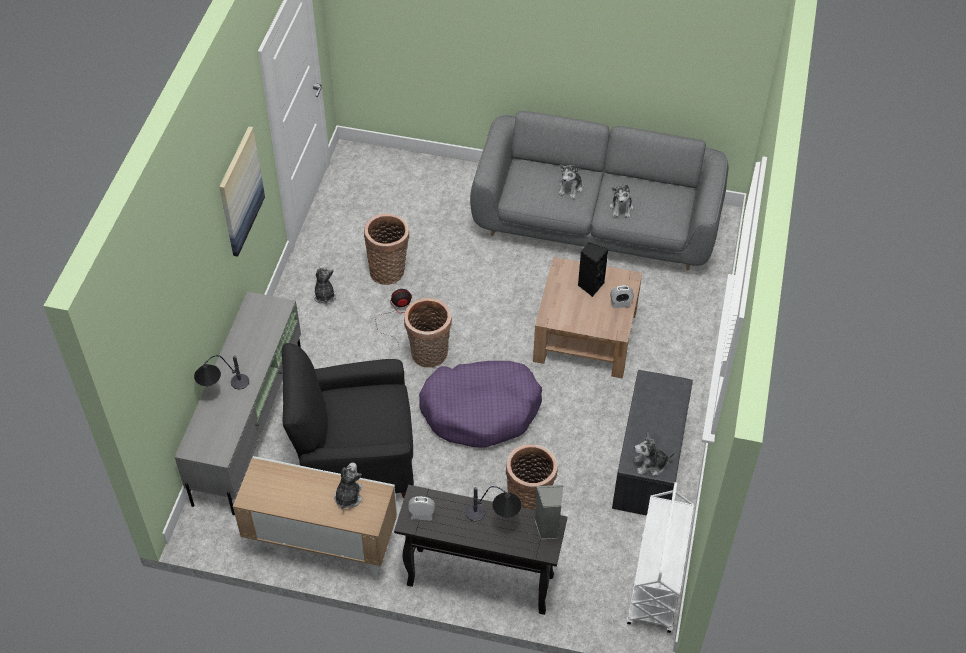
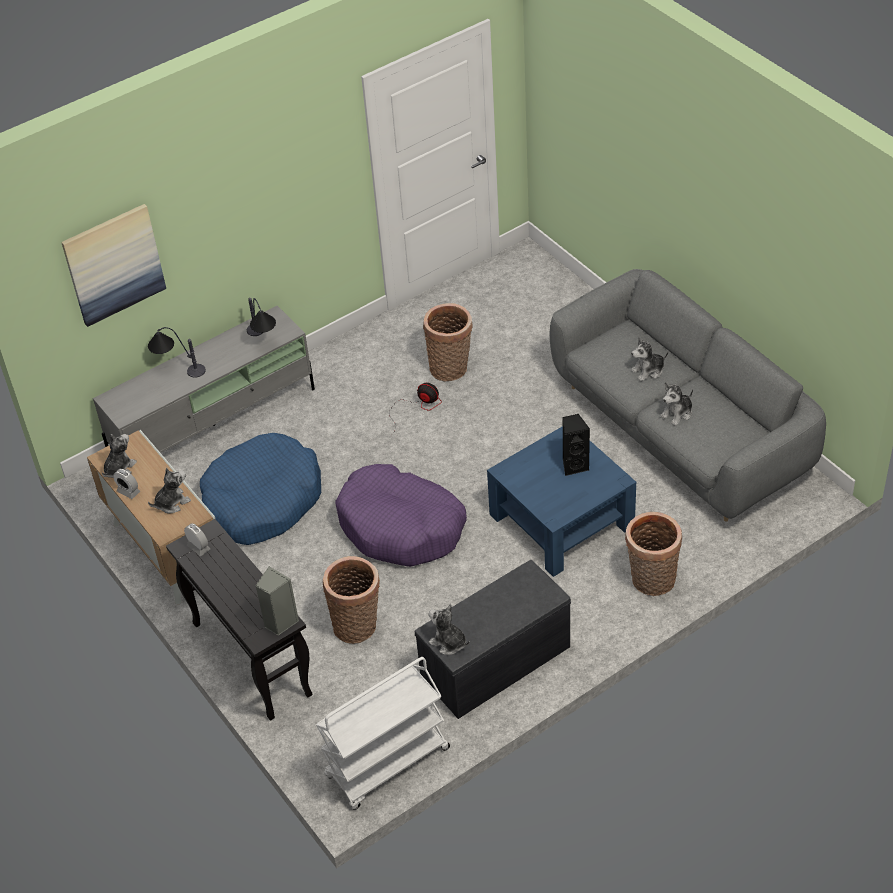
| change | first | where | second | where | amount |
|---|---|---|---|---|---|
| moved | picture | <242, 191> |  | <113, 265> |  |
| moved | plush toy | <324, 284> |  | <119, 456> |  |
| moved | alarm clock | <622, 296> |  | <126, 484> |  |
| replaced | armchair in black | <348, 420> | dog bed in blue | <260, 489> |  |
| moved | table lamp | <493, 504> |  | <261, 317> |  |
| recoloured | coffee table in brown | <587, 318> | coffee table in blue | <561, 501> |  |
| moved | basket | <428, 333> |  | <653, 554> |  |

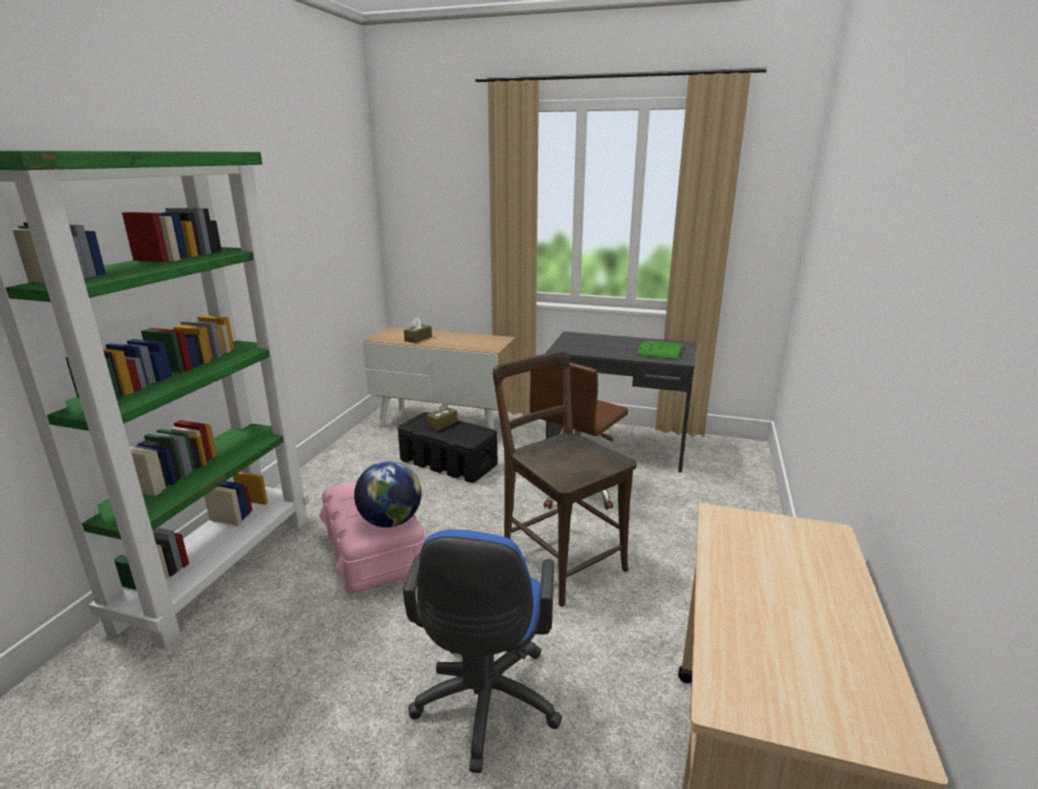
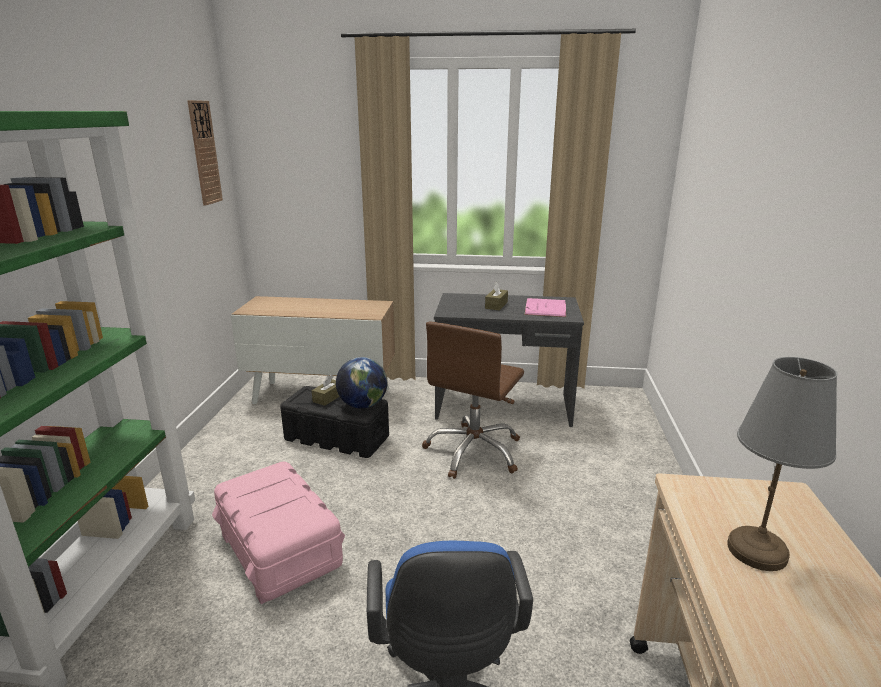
| change | first | where | second | where | amount |
|---|---|---|---|---|---|
| added |  |  | wall clock | <205, 152> |  |
| moved | globe | <388, 494> |  | <362, 383> |  |
| moved | tissue box in brown | <418, 330> |  | <496, 296> |  |
| recoloured | book in green | <660, 350> | book in pink | <545, 307> |  |
| added |  |  | table lamp in grey | <782, 464> |  |
| removed | chair in brown | <565, 478> |  |  |  |

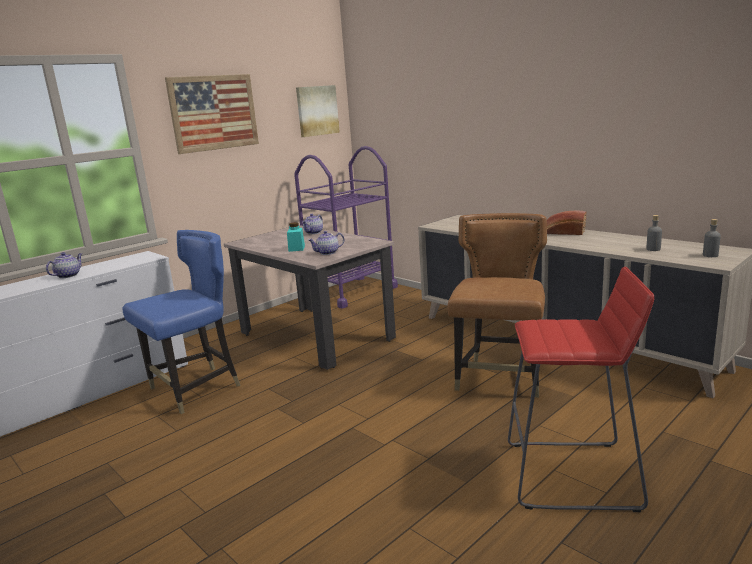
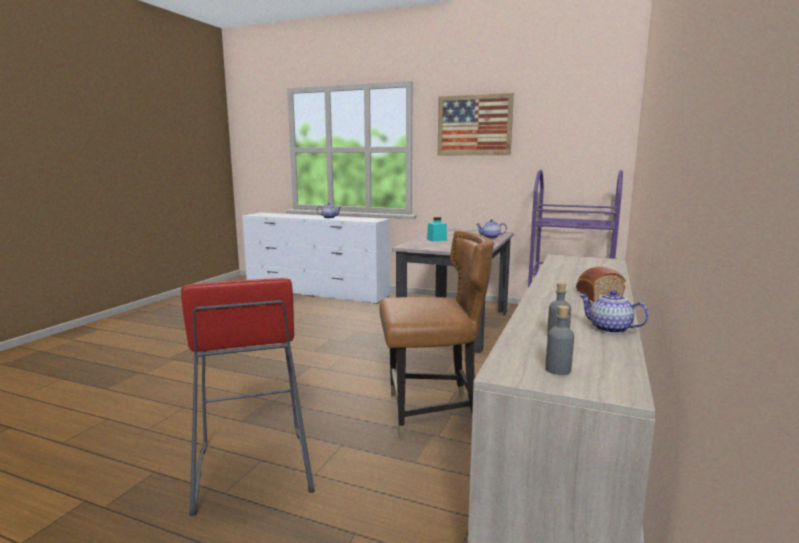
| change | first | where | second | where | amount |
|---|---|---|---|---|---|
| moved | teapot | <326, 243> |  | <614, 312> |  |
| removed | chair in blue | <181, 322> |  |  |  |
| removed | picture | <318, 111> |  |  |  |

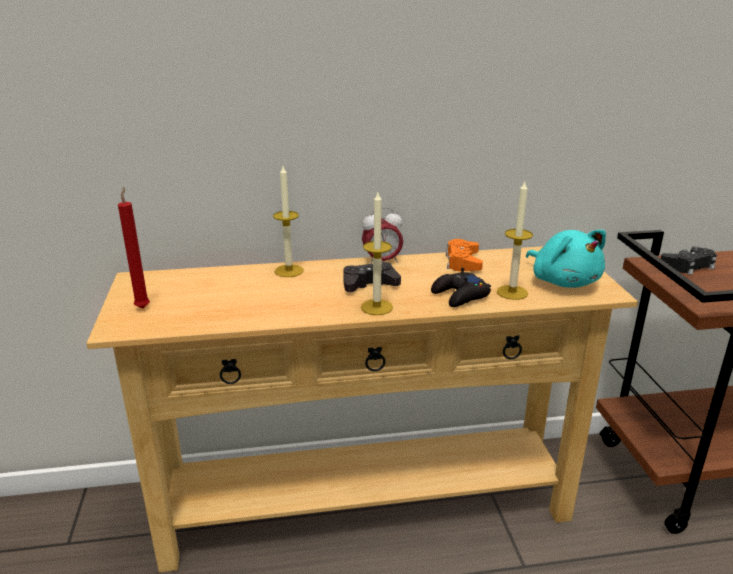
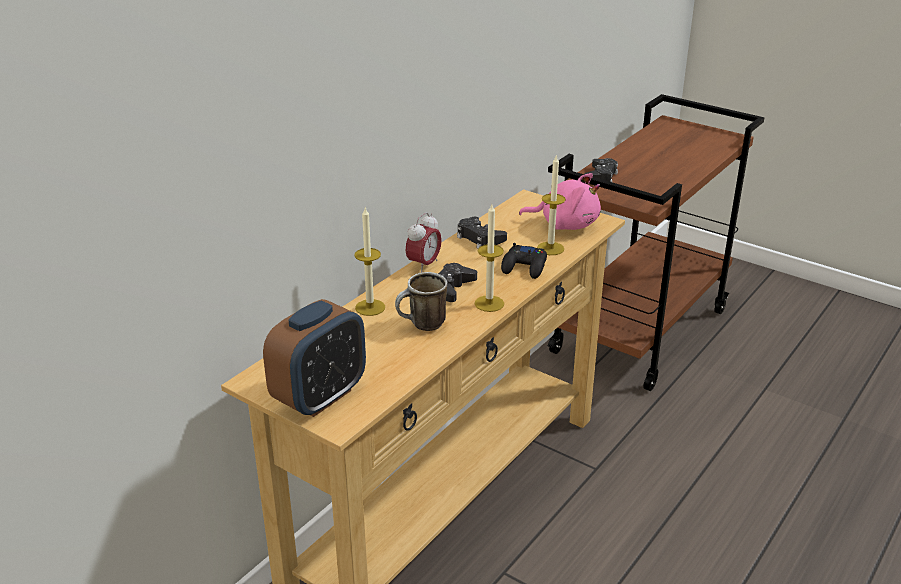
| change | first | where | second | where | amount |
|---|---|---|---|---|---|
| replaced | candle in red | <134, 247> | alarm clock | <314, 358> |  |
| added |  |  | mug | <421, 301> |  |
| recoloured | game controller in orange | <464, 255> | game controller in black | <482, 232> |  |
| recoloured | plush toy in turquoise | <566, 259> | plush toy in pink | <560, 201> |  |

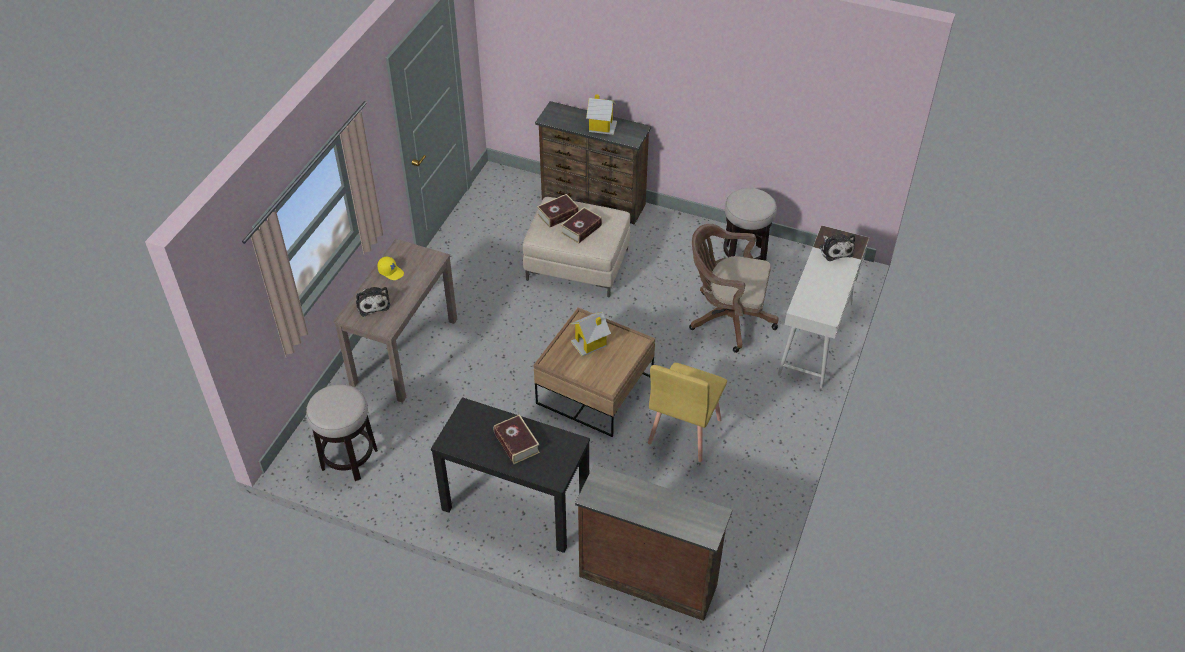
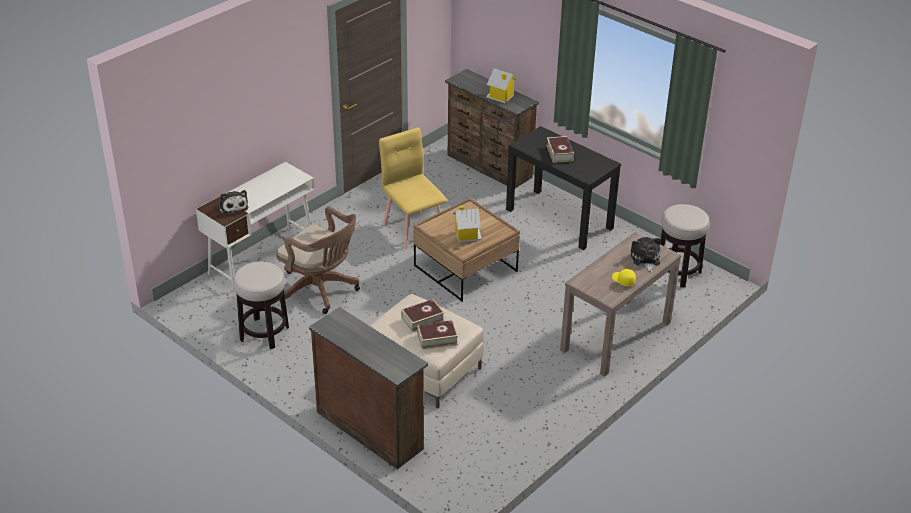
| change | first | where | second | where | amount |
|---|---|---|---|---|---|
| turned | plush toy | <837, 247> |  | <233, 203> | 150 degrees clockwise |
| turned | chair in yellow | <687, 412> |  | <413, 187> | 75 degrees counterclockwise |
| moved | toy house | <601, 114> |  | <502, 85> |  |

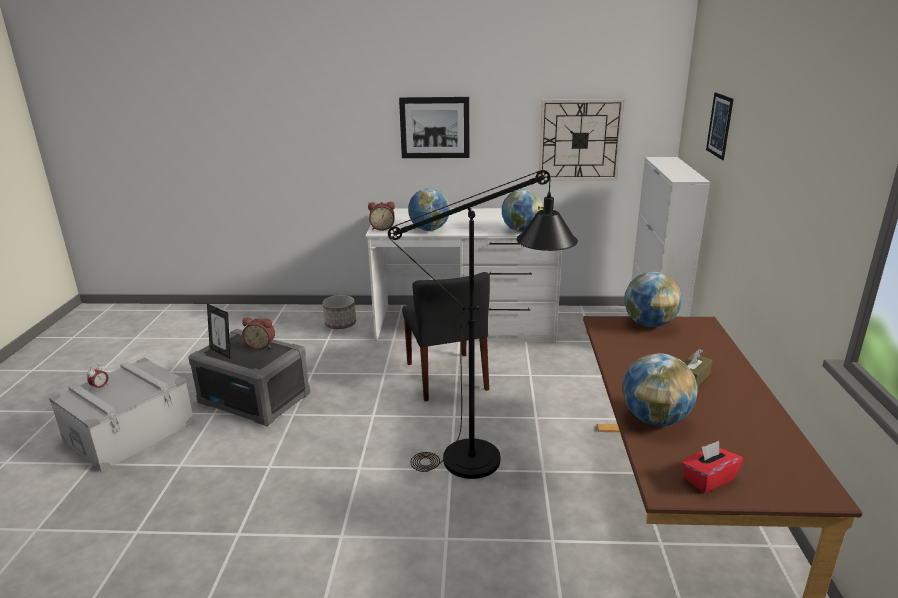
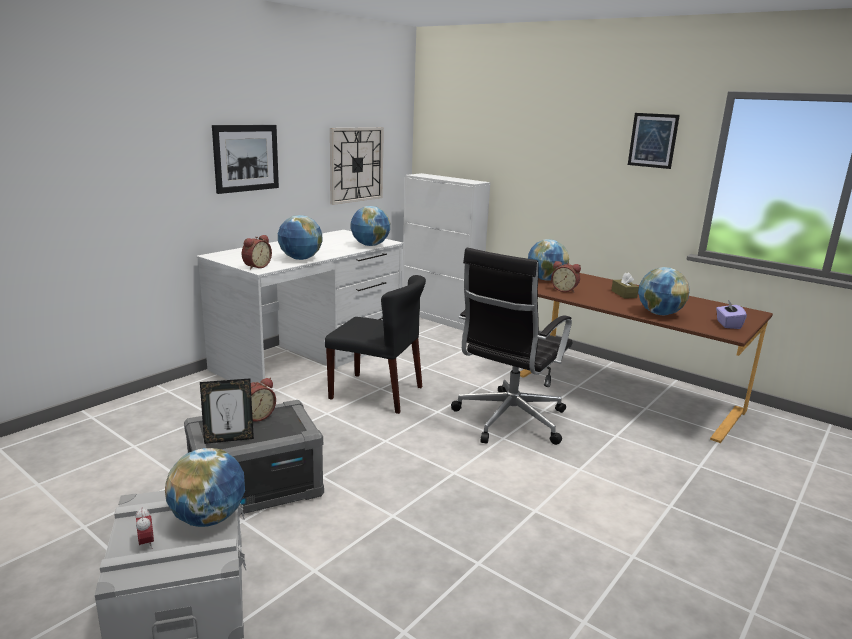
| change | first | where | second | where | amount |
|---|---|---|---|---|---|
| added |  |  | globe | <205, 487> |  |
| replaced | floor lamp in black | <483, 324> | office chair in black | <511, 346> |  |
| added |  |  | alarm clock | <566, 277> |  |
| moved | picture | <720, 126> |  | <654, 141> |  |
| recoloured | tissue box in red | <712, 467> | tissue box in purple | <731, 314> |  |
| removed | planter | <339, 312> |  |  |  |

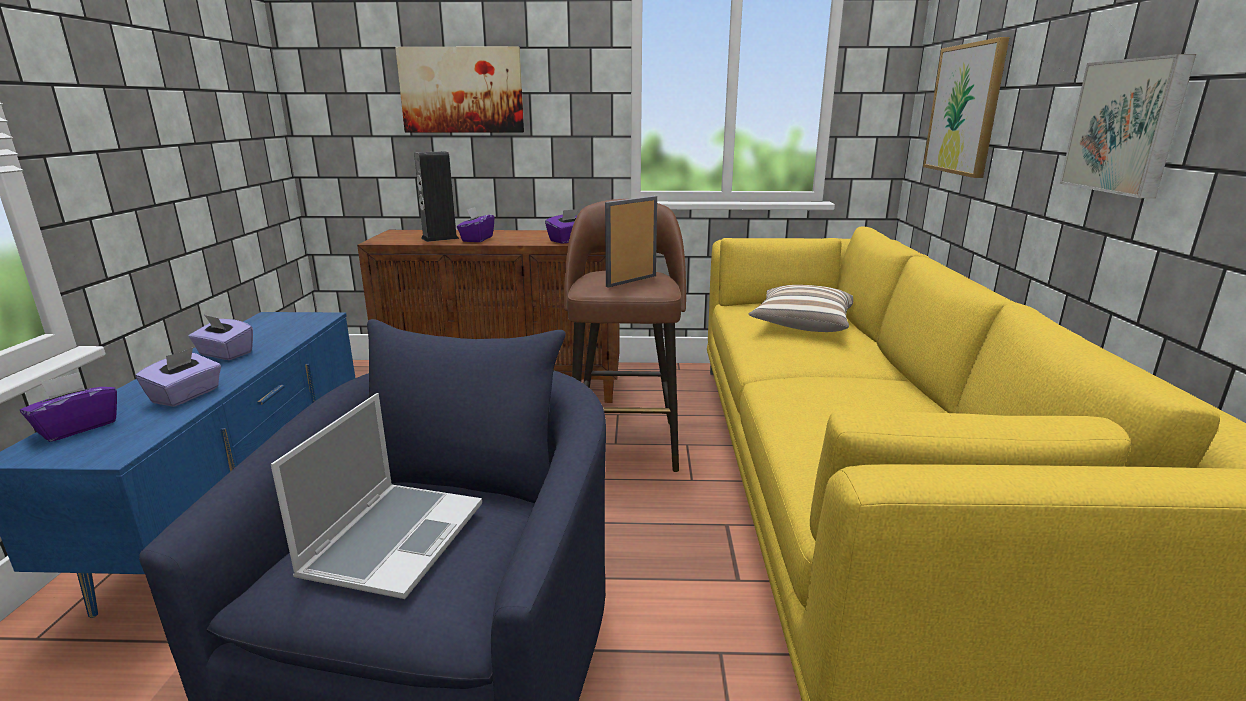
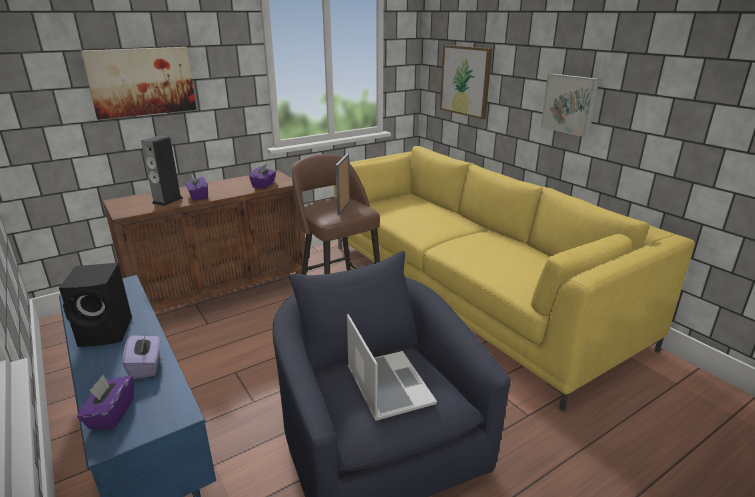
| change | first | where | second | where | amount |
|---|---|---|---|---|---|
| replaced | tissue box in purple | <221, 337> | speaker in black | <95, 305> |  |
| removed | pillow | <801, 308> |  |  |  |

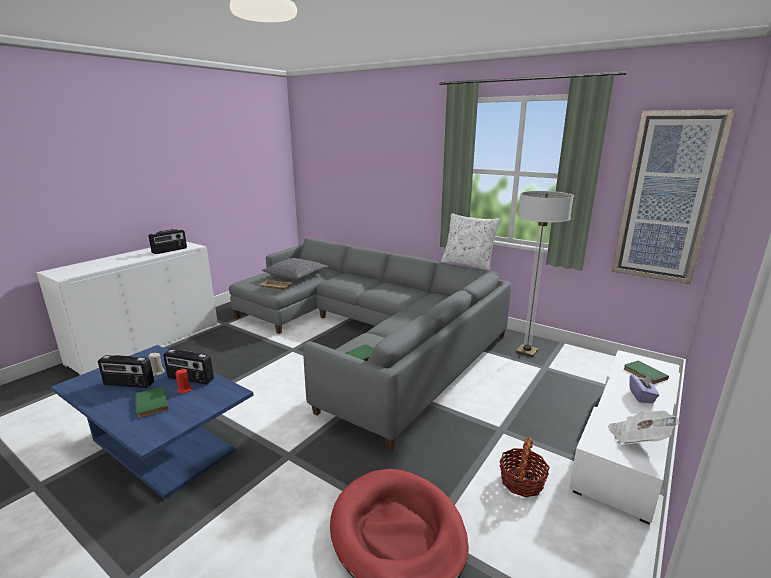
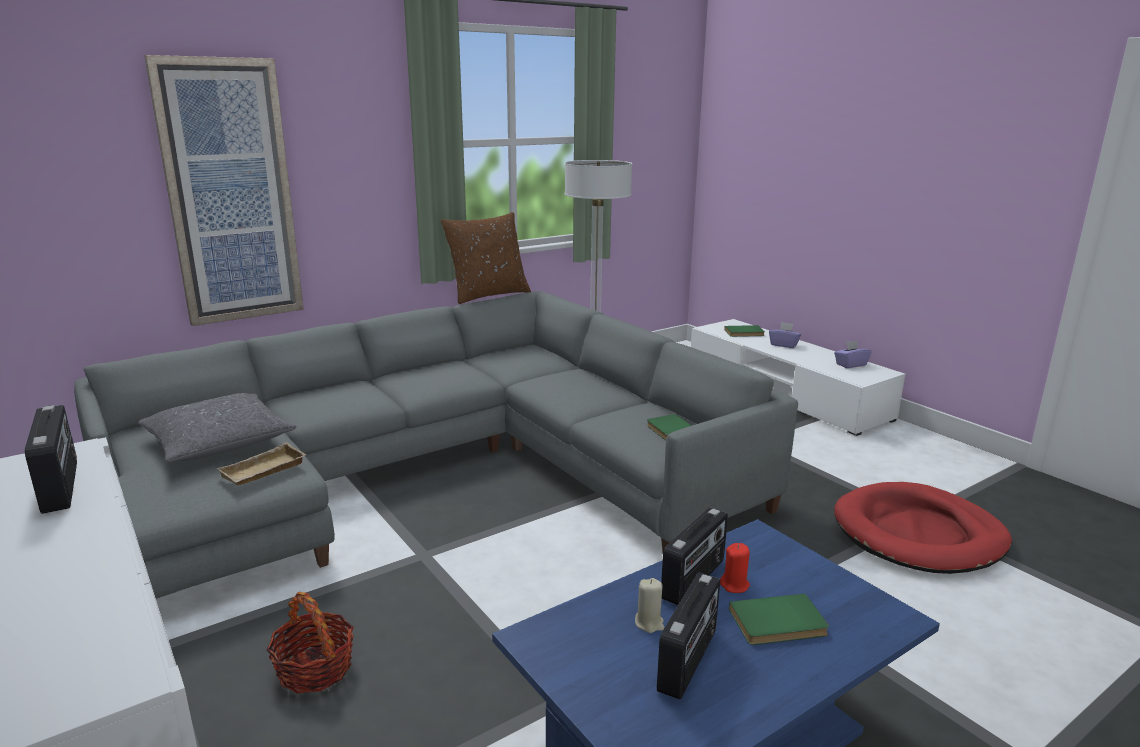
| change | first | where | second | where | amount |
|---|---|---|---|---|---|
| moved | picture | <673, 196> |  | <224, 190> |  |
| moved | basket | <525, 467> |  | <310, 642> |  |
| recoloured | pillow in white | <471, 242> | pillow in brown | <486, 258> |  |
| replaced | newspaper | <644, 427> | tissue box in purple | <853, 354> |  |

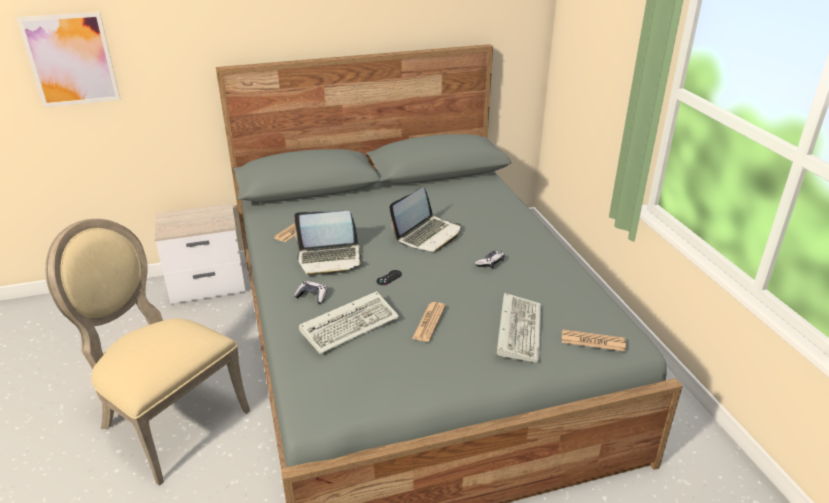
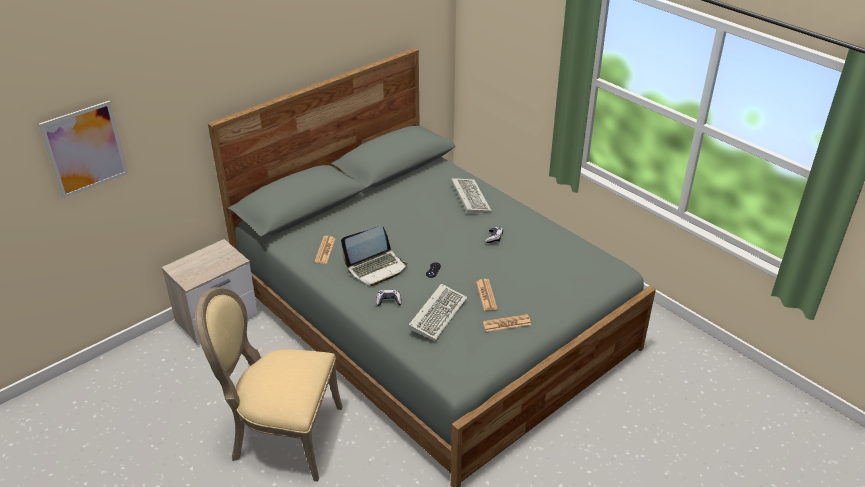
| change | first | where | second | where | amount |
|---|---|---|---|---|---|
| moved | keyboard | <519, 328> |  | <471, 196> |  |
| moved | newspaper | <594, 340> |  | <507, 323> |  |
| removed | laptop | <425, 219> |  |  |  |

